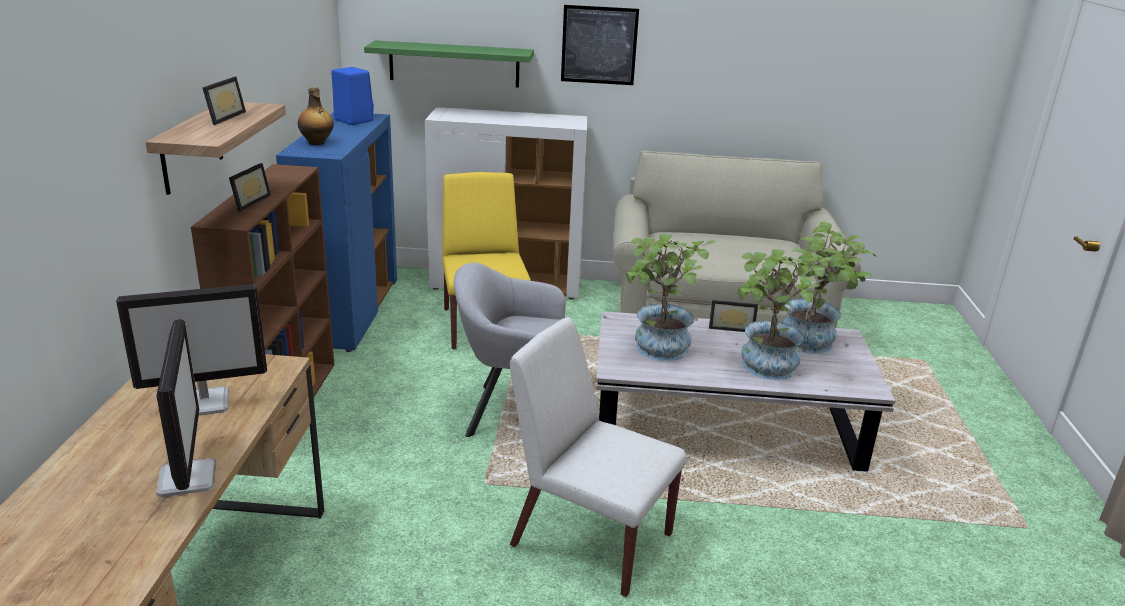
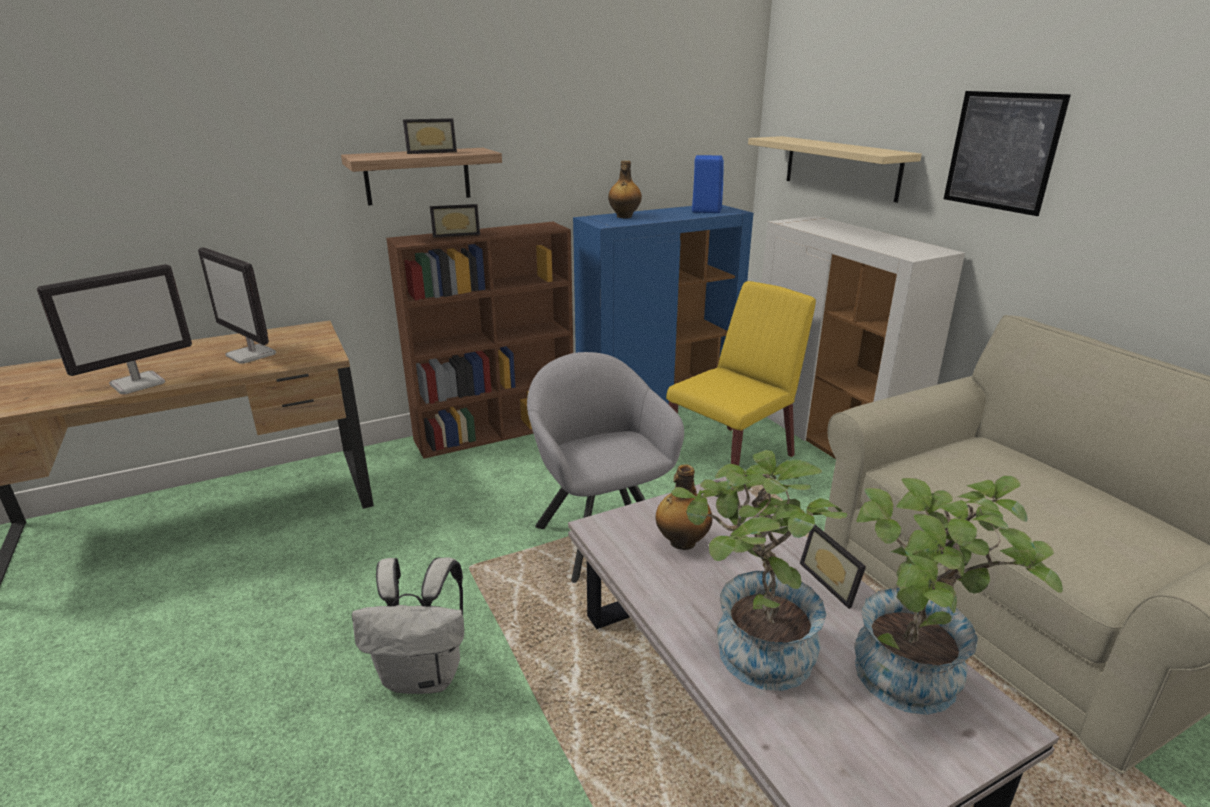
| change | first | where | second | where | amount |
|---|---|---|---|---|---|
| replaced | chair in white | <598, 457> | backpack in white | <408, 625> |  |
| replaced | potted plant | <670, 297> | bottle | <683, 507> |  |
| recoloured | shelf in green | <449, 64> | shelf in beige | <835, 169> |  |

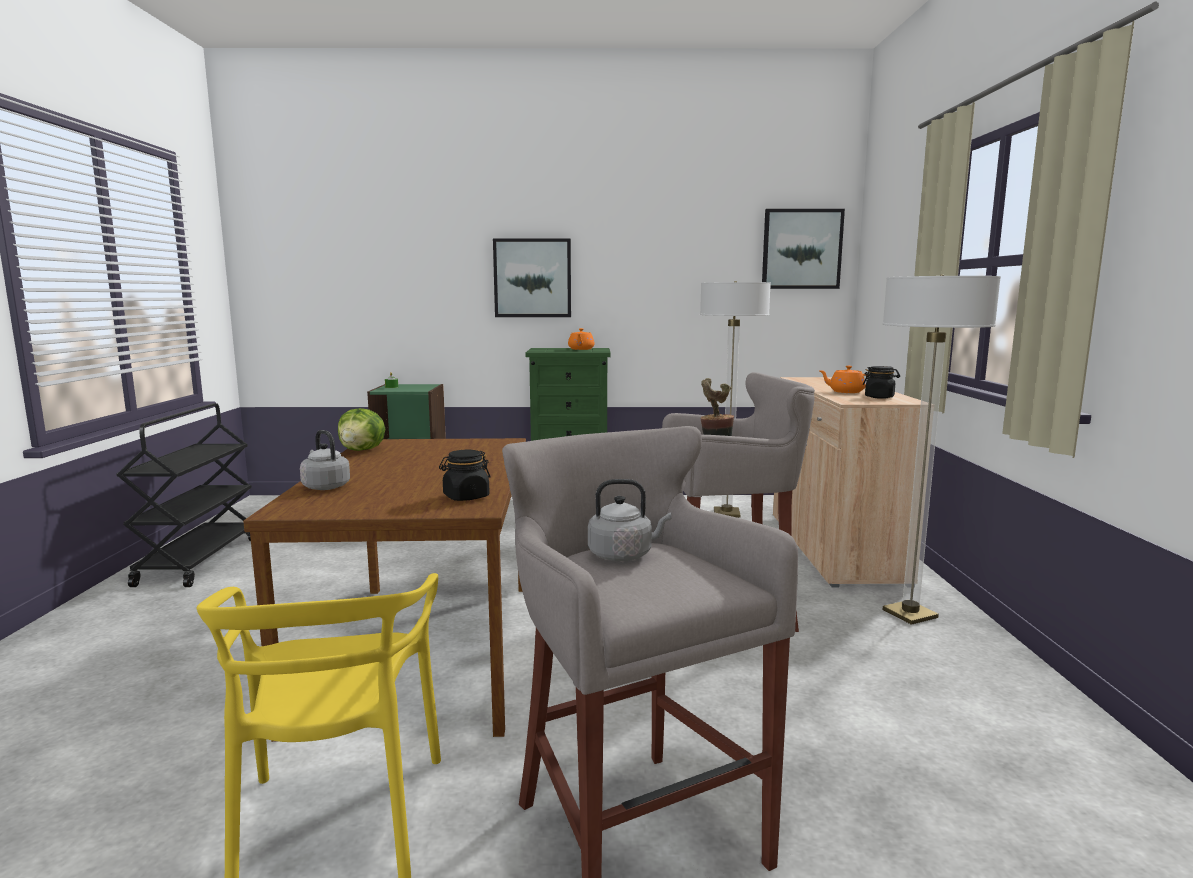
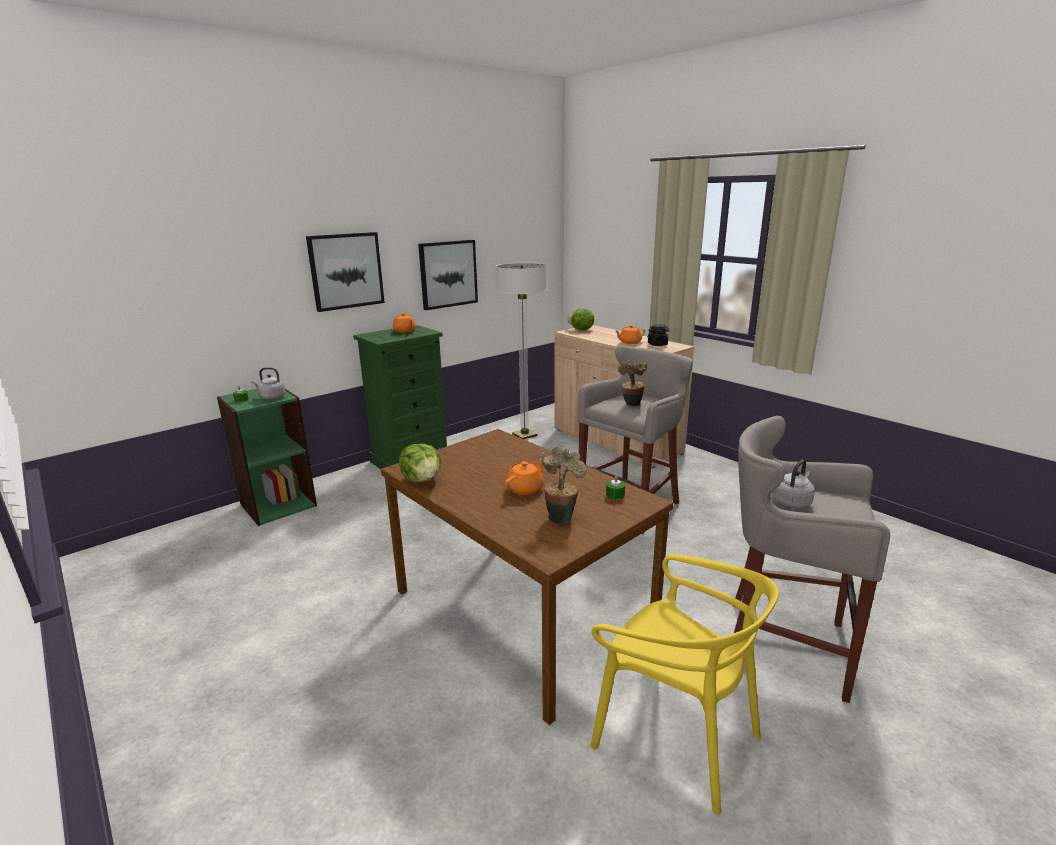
| change | first | where | second | where | amount |
|---|---|---|---|---|---|
| moved | kettle in grey | <325, 460> |  | <268, 383> |  |
| moved | picture | <803, 249> |  | <448, 275> |  |
| added |  |  | teapot in orange | <525, 476> |  |
| added |  |  | potted plant | <563, 485> |  |
| added |  |  | lettuce | <580, 319> |  |
| replaced | jar in black | <464, 475> | candle in green | <615, 487> |  |
| removed | cart in black | <184, 495> |  |  |  |
| removed | floor lamp | <941, 450> |  |  |  |

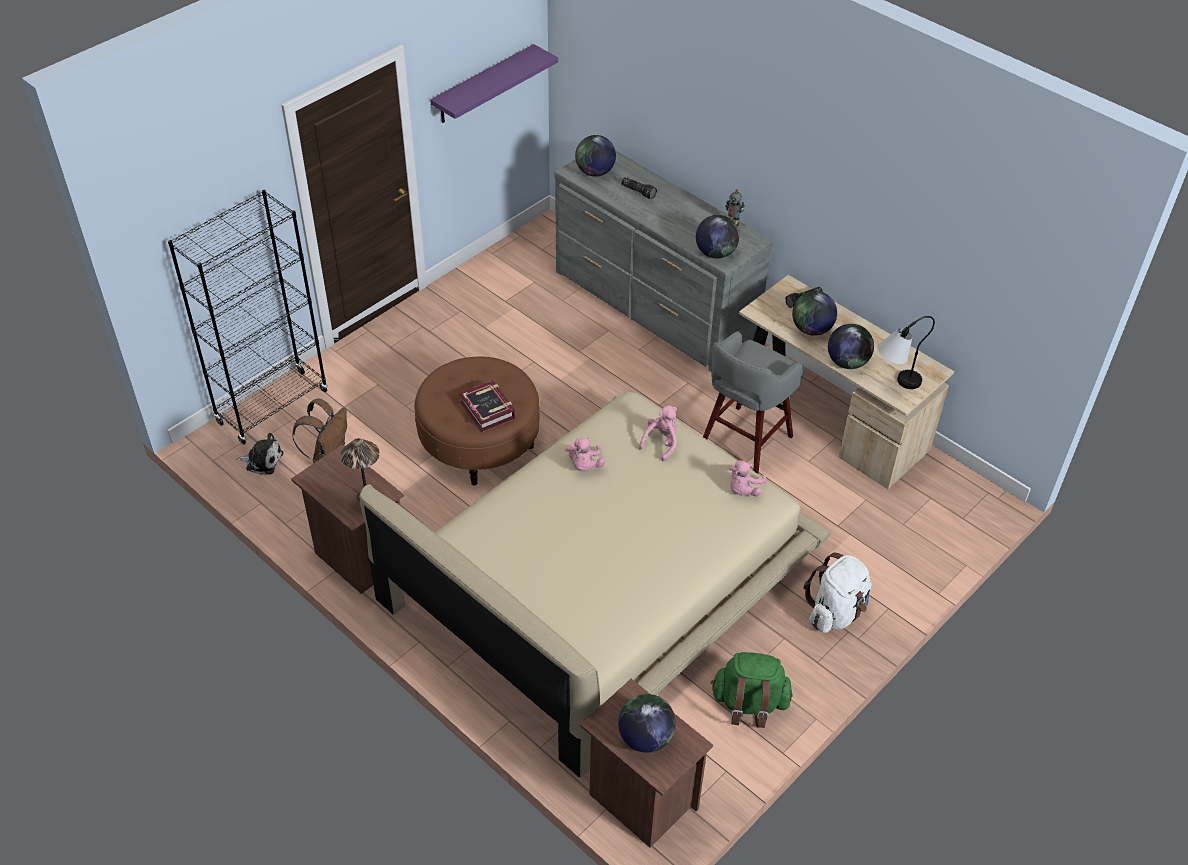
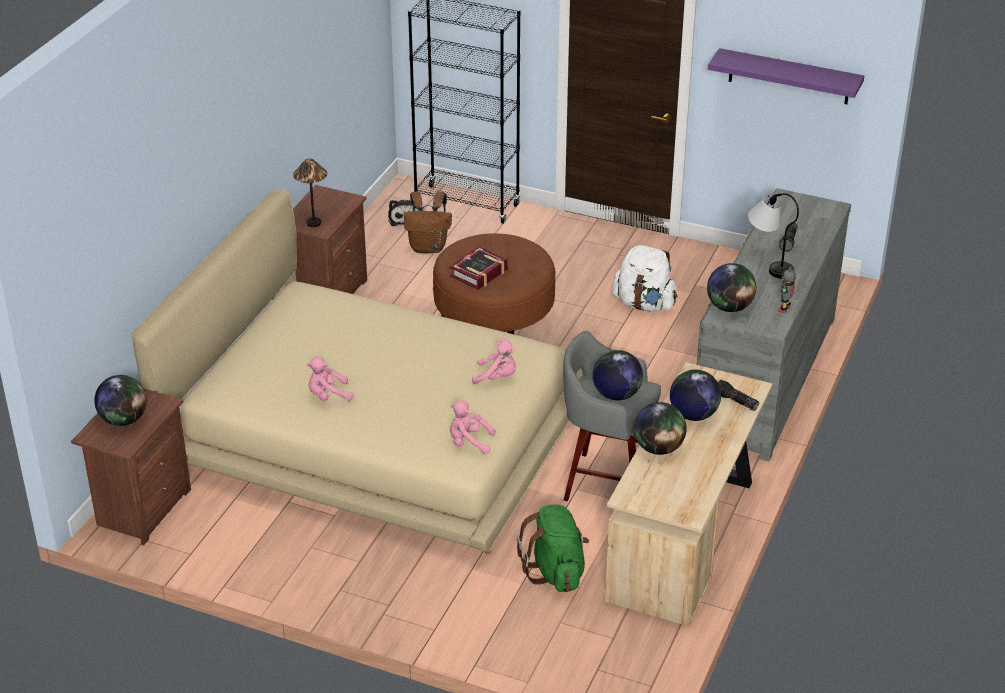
| change | first | where | second | where | amount |
|---|---|---|---|---|---|
| moved | plush toy in pink | <585, 454> |  | <330, 379> |  |
| moved | backpack in green | <752, 690> |  | <553, 548> |  |
| moved | globe | <595, 156> |  | <618, 375> |  |
| moved | backpack in white | <838, 593> |  | <645, 278> |  |
| moved | table lamp | <906, 352> |  | <773, 236> |  |

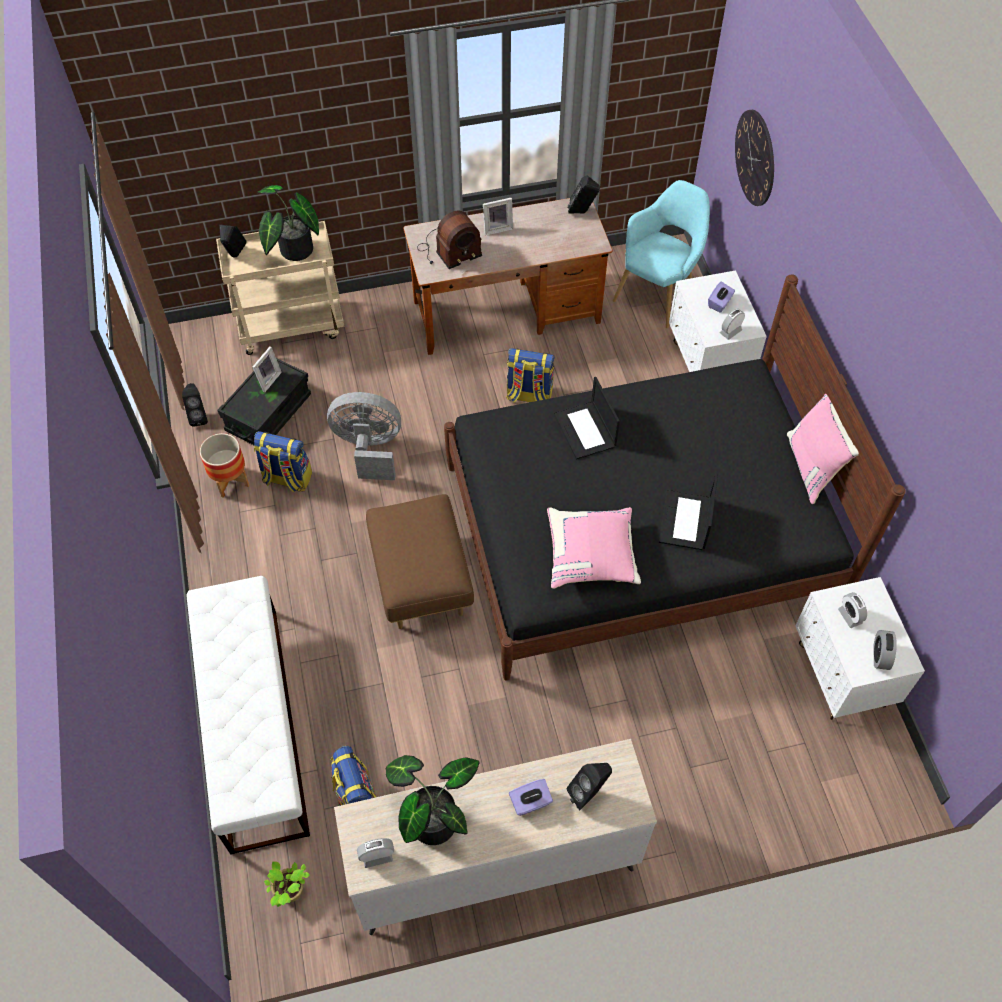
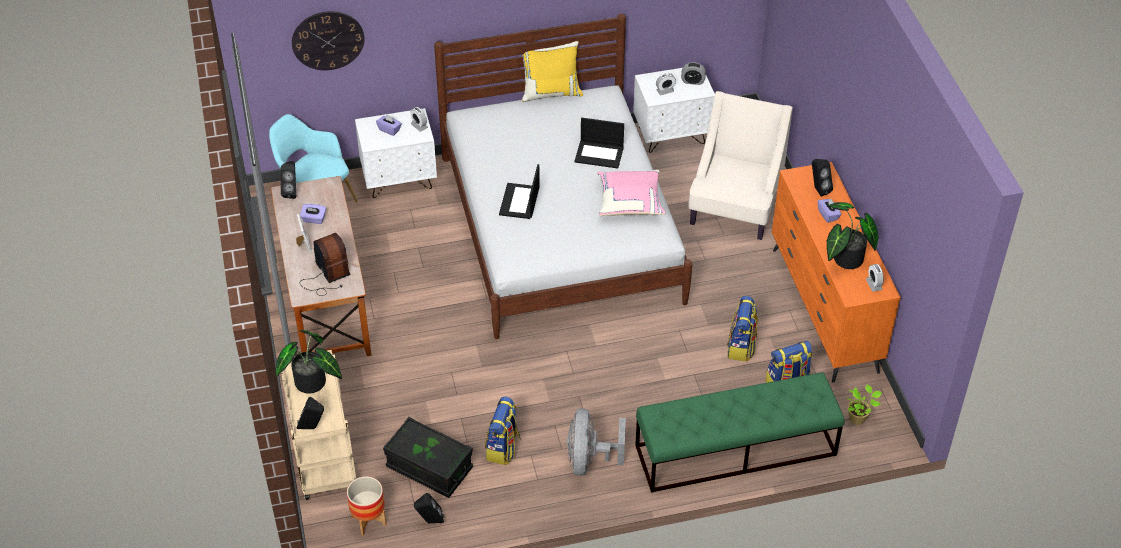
| change | first | where | second | where | amount |
|---|---|---|---|---|---|
| added |  |  | tissue box in purple | <313, 214> |  |
| moved | planter | <225, 465> |  | <367, 506> |  |
| recoloured | bed in black | <675, 477> | bed in white | <563, 176> |  |
| turned | laptop | <587, 418> |  | <519, 191> | 120 degrees clockwise |
| recoloured | pillow in pink | <823, 449> | pillow in yellow | <552, 71> |  |
| moved | fan in grey | <364, 436> |  | <596, 442> |  |
| recoloured | bench in white | <248, 715> | bench in green | <740, 432> |  |
| added |  |  | armchair in beige | <740, 165> |  |
| moved | backpack | <530, 375> |  | <742, 329> |  |
| recoloured | dresser in beige | <495, 837> | dresser in orange | <836, 272> |  |
| removed | picture frame | <267, 369> |  |  |  |
| removed | ottoman in brown | <420, 561> |  |  |  |

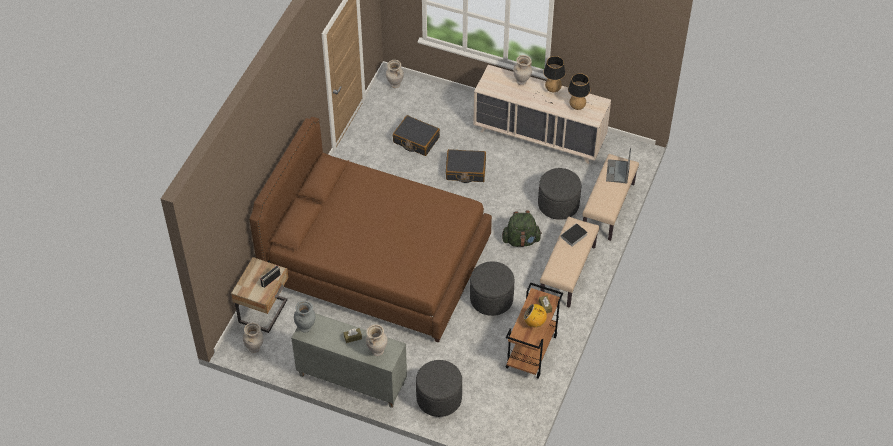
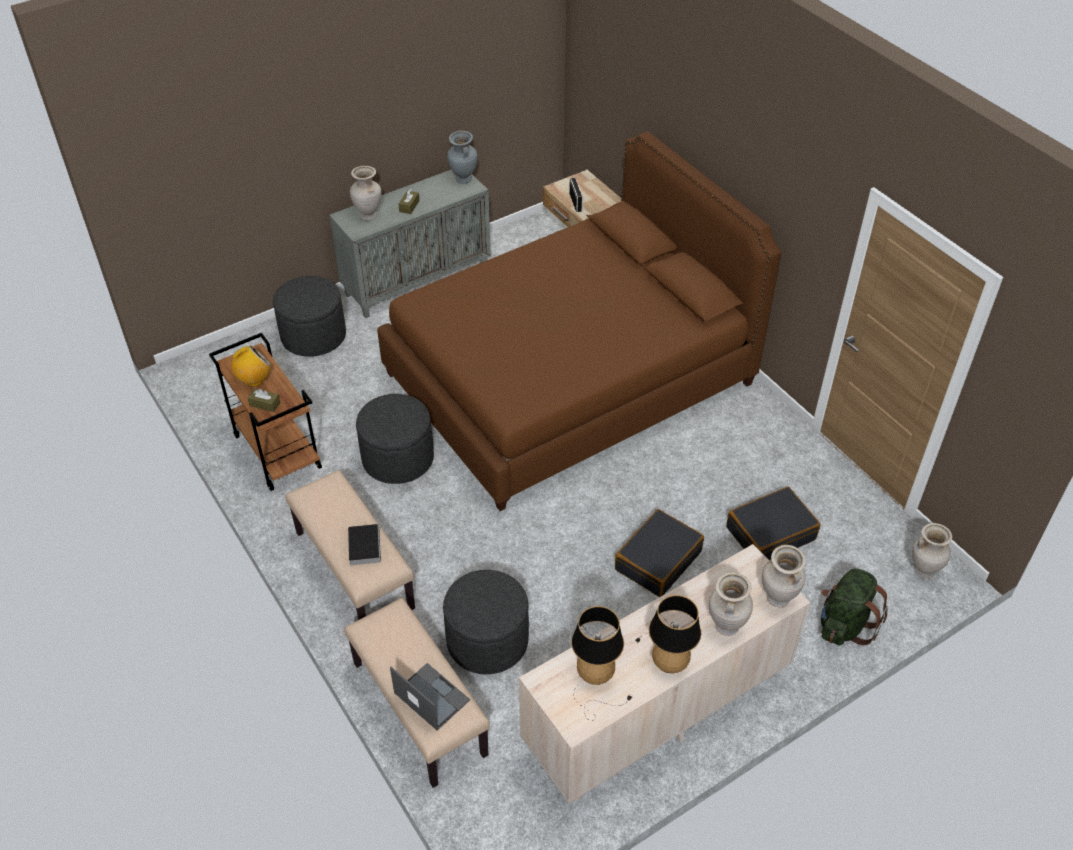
| change | first | where | second | where | amount |
|---|---|---|---|---|---|
| moved | vase in beige | <253, 338> |  | <784, 576> |  |
| moved | backpack in green | <522, 229> |  | <854, 606> |  |

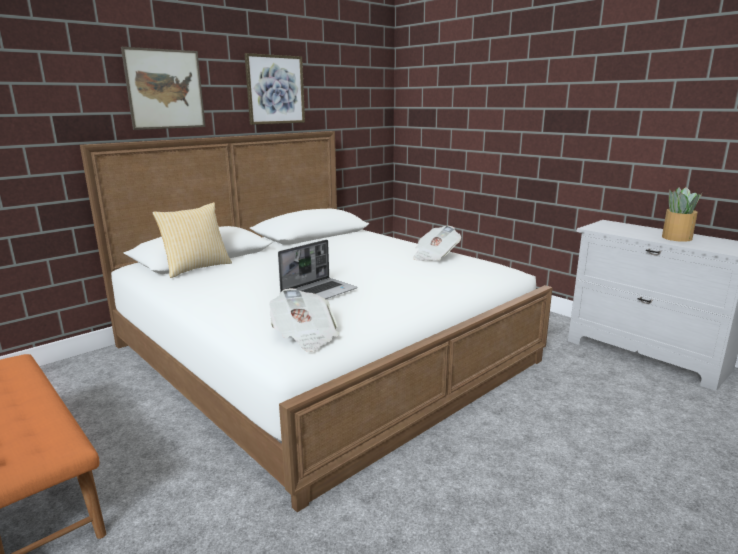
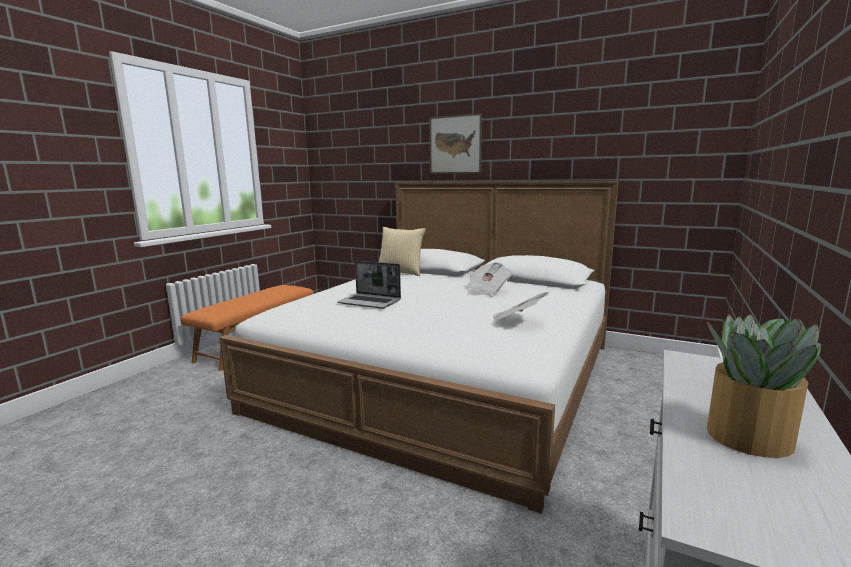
| change | first | where | second | where | amount |
|---|---|---|---|---|---|
| moved | newspaper | <304, 320> |  | <489, 278> |  |
| removed | picture | <275, 89> |  |  |  |

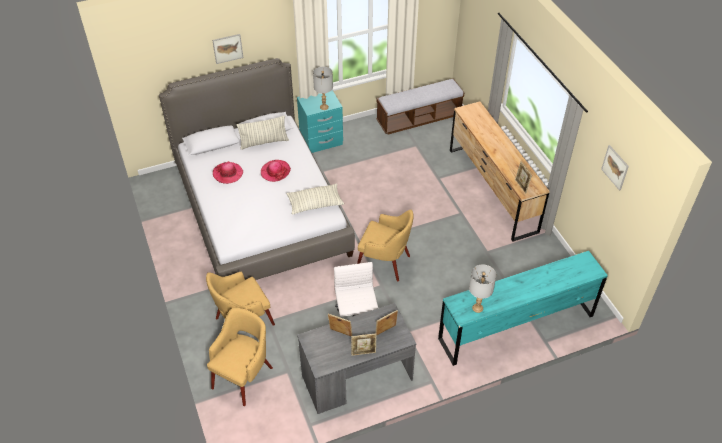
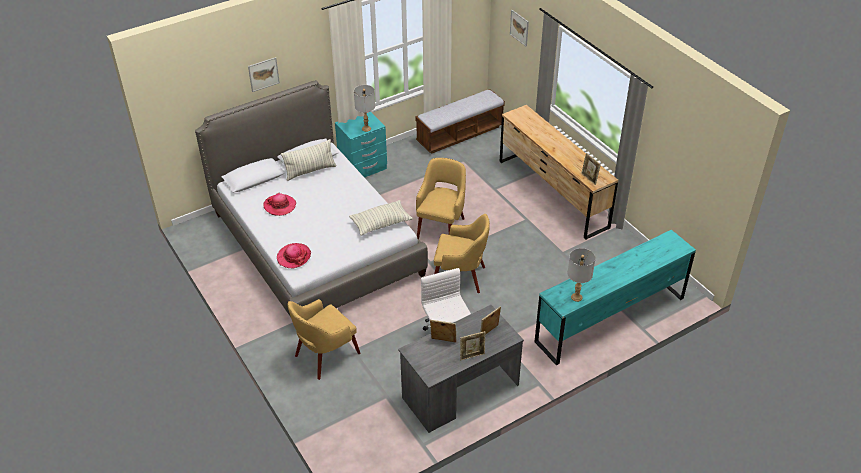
| change | first | where | second | where | amount |
|---|---|---|---|---|---|
| moved | hat | <276, 171> |  | <294, 255> |  |
| moved | armchair in yellow | <240, 357> |  | <441, 198> |  |
| moved | picture | <615, 168> |  | <519, 28> |  |

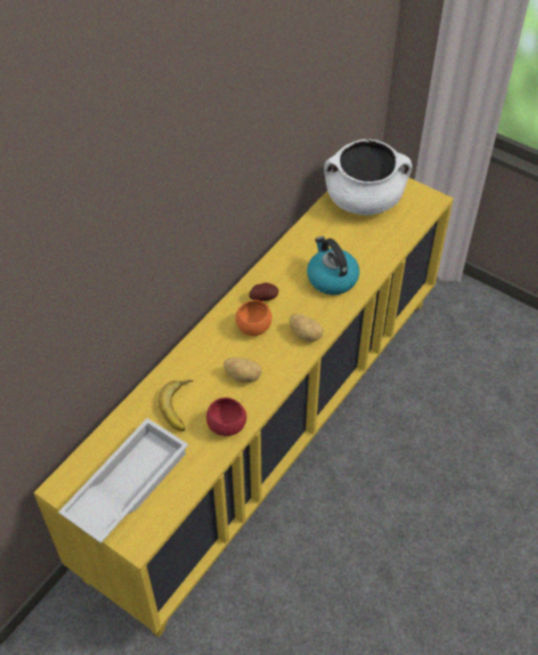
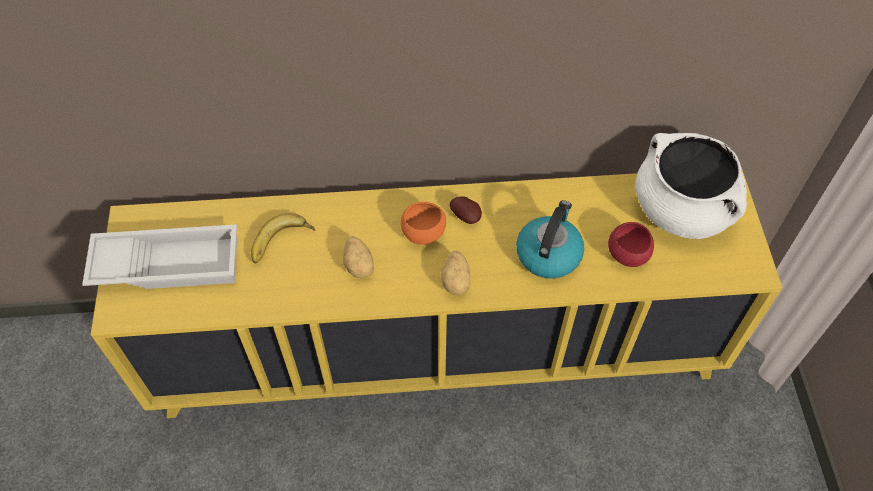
| change | first | where | second | where | amount |
|---|---|---|---|---|---|
| moved | bowl in red | <226, 416> |  | <631, 244> |  |

